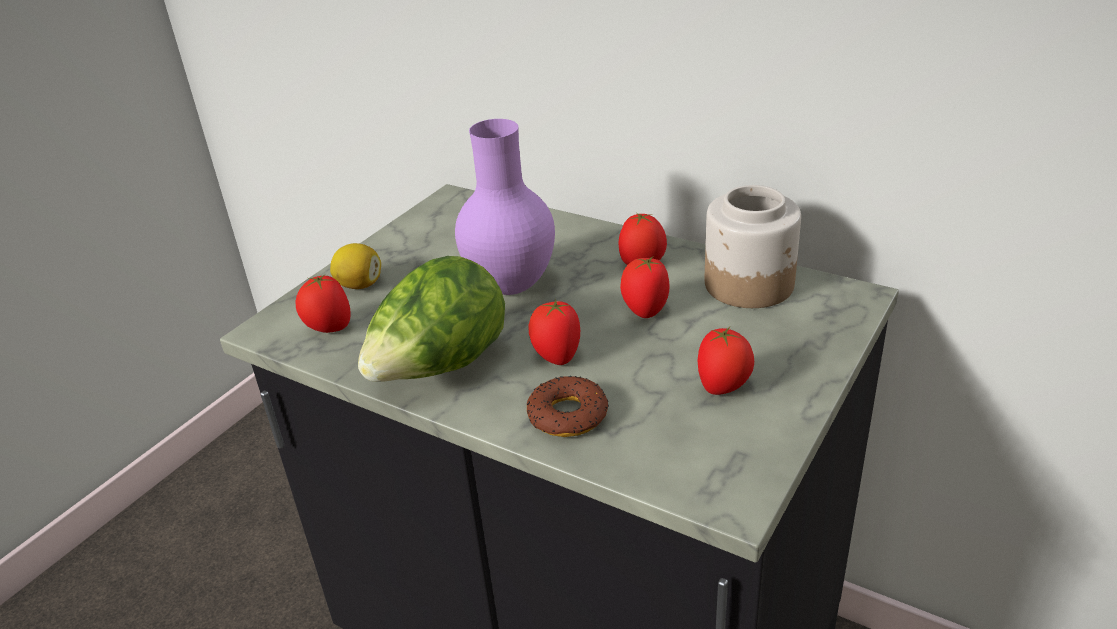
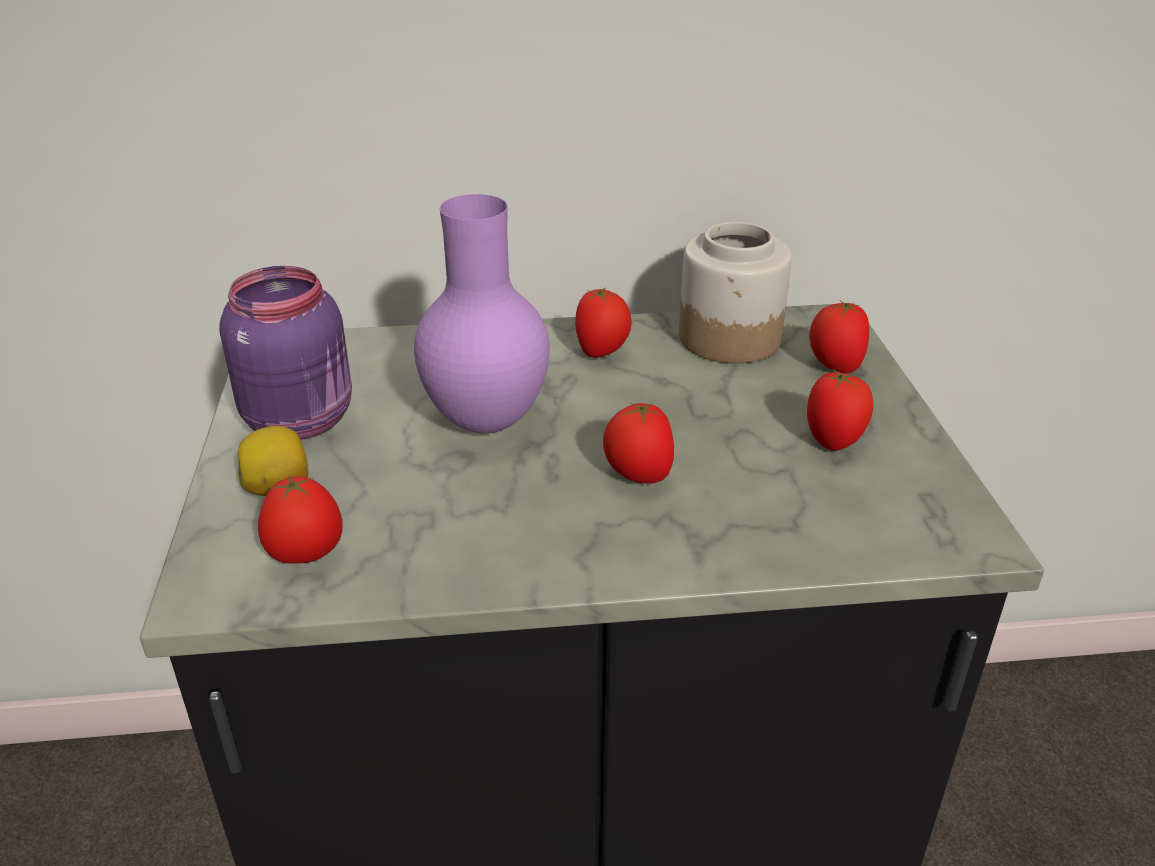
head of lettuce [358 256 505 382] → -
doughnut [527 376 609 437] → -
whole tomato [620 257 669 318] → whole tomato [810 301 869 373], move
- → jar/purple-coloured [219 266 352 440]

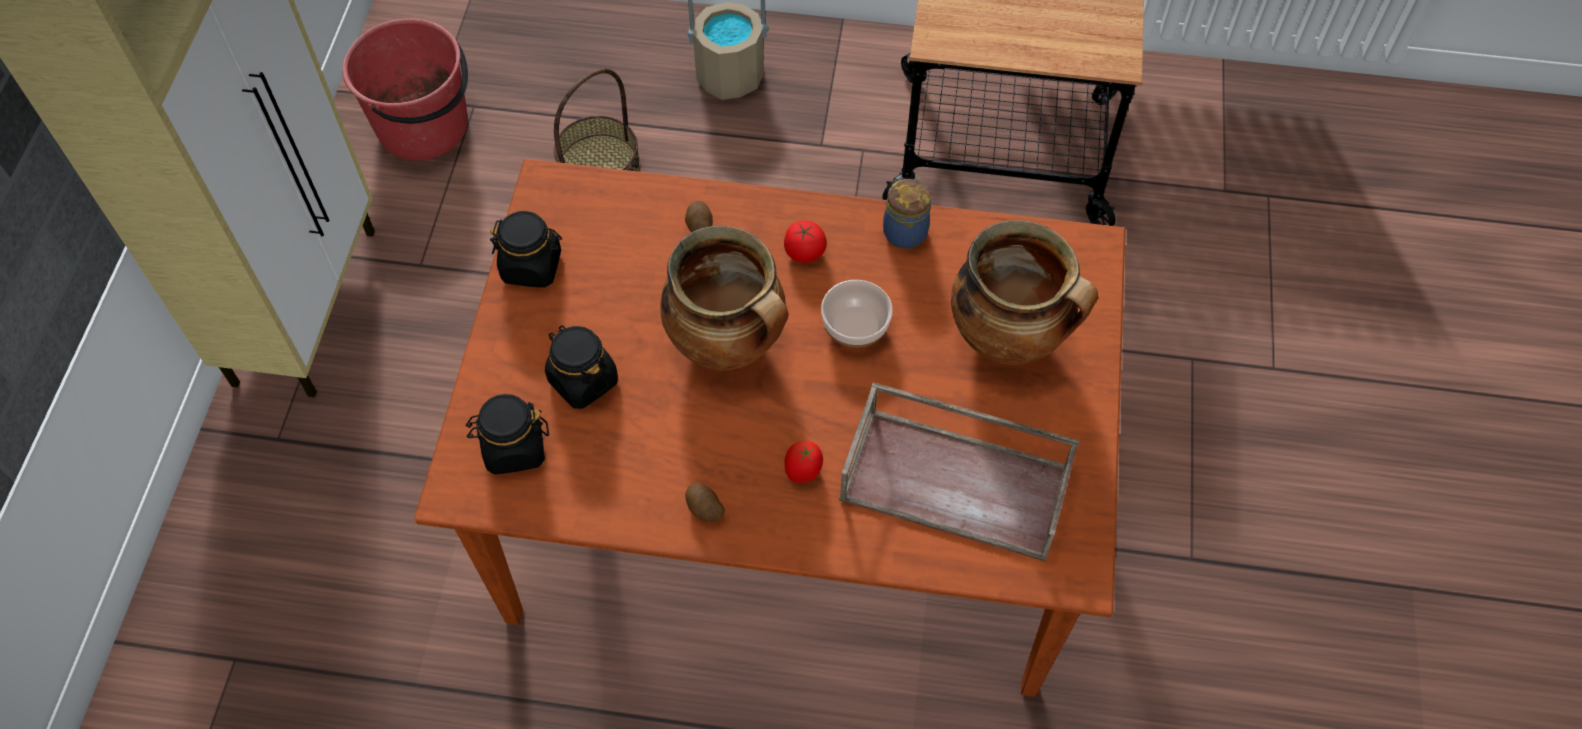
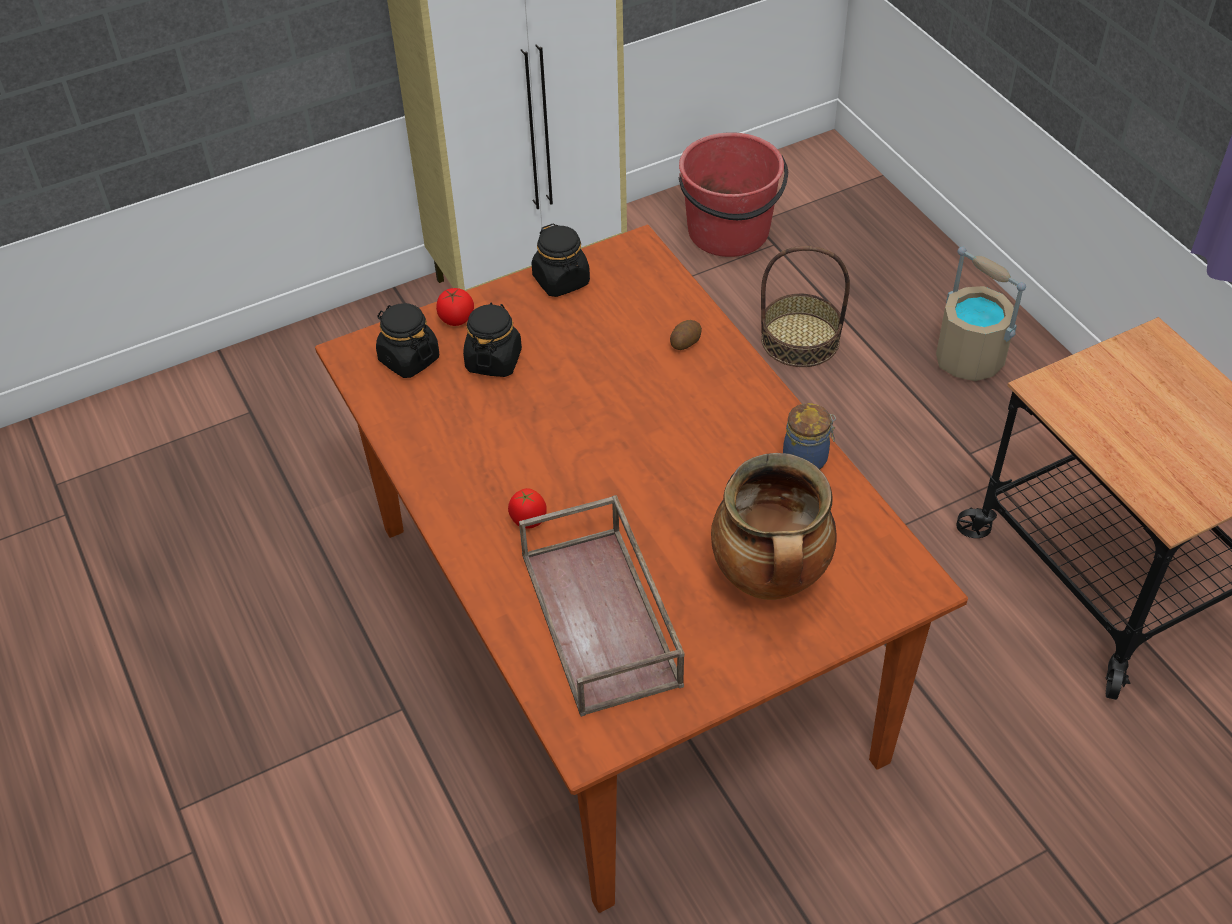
saucepot [660 226 789 370] → -
whole potato [685 483 725 522] → -
whole tomato [784 221 827 263] → whole tomato [436 288 474 326], move
bowl [821 280 893 348] → -

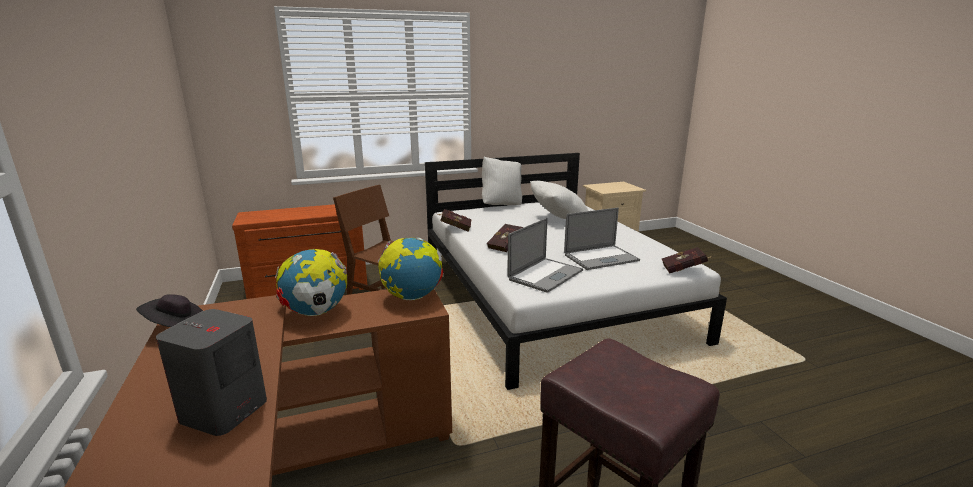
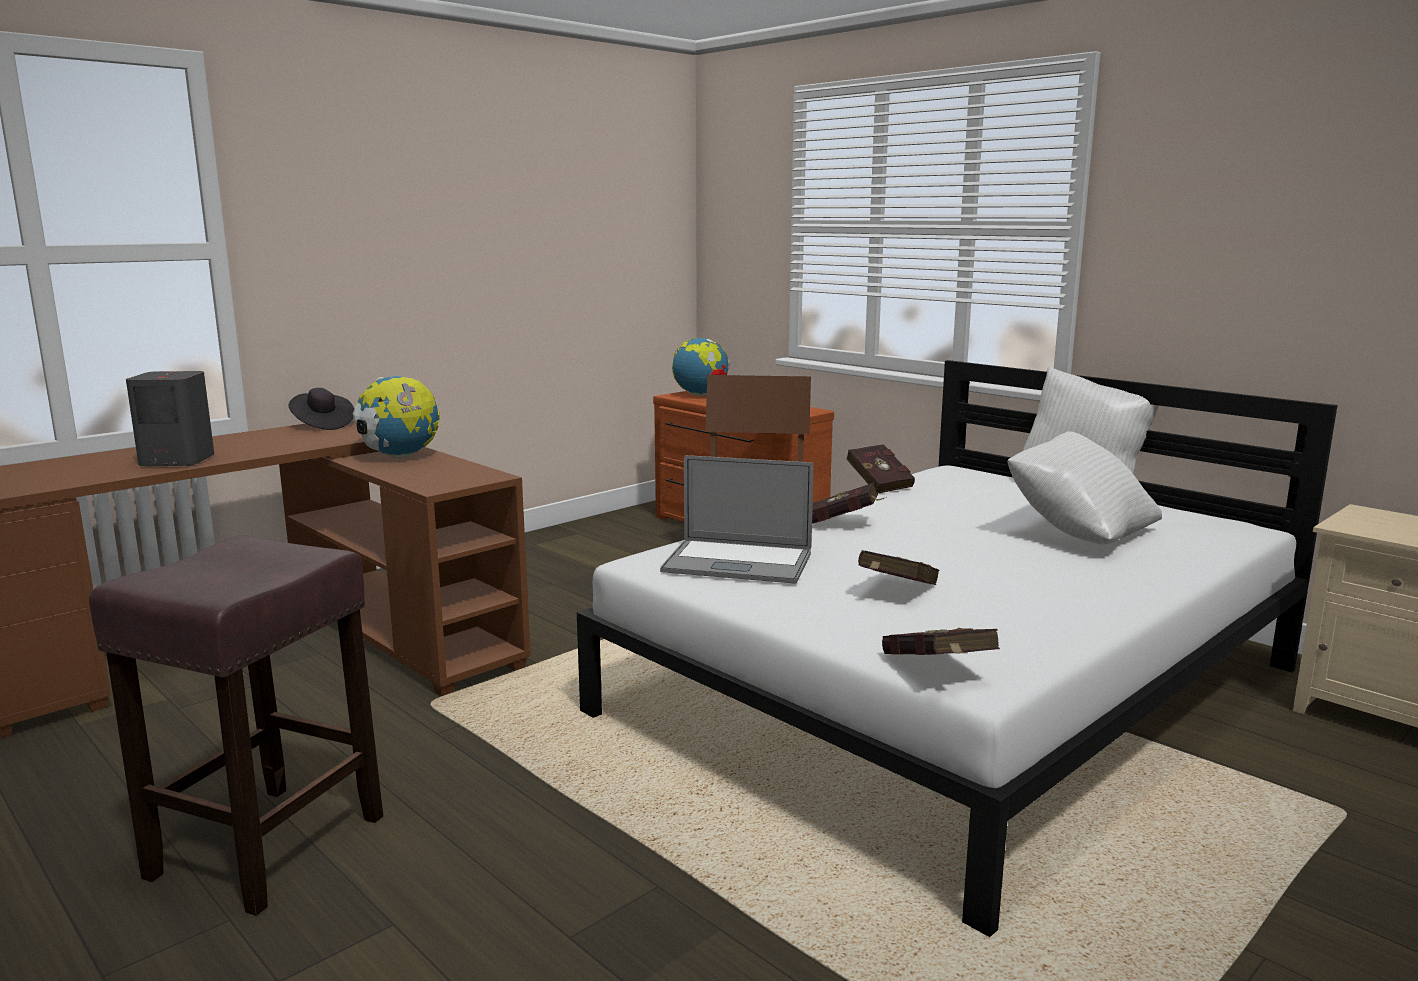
desk globe [378 238 444 300] → desk globe [672 337 730 396], move
portable computer [564 208 640 270] → book/red-coloured [858 550 939 585]

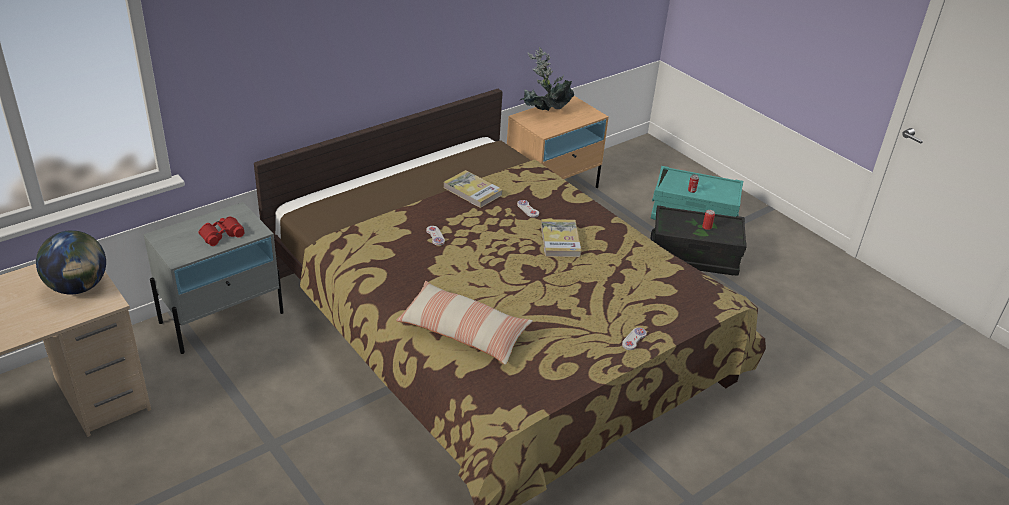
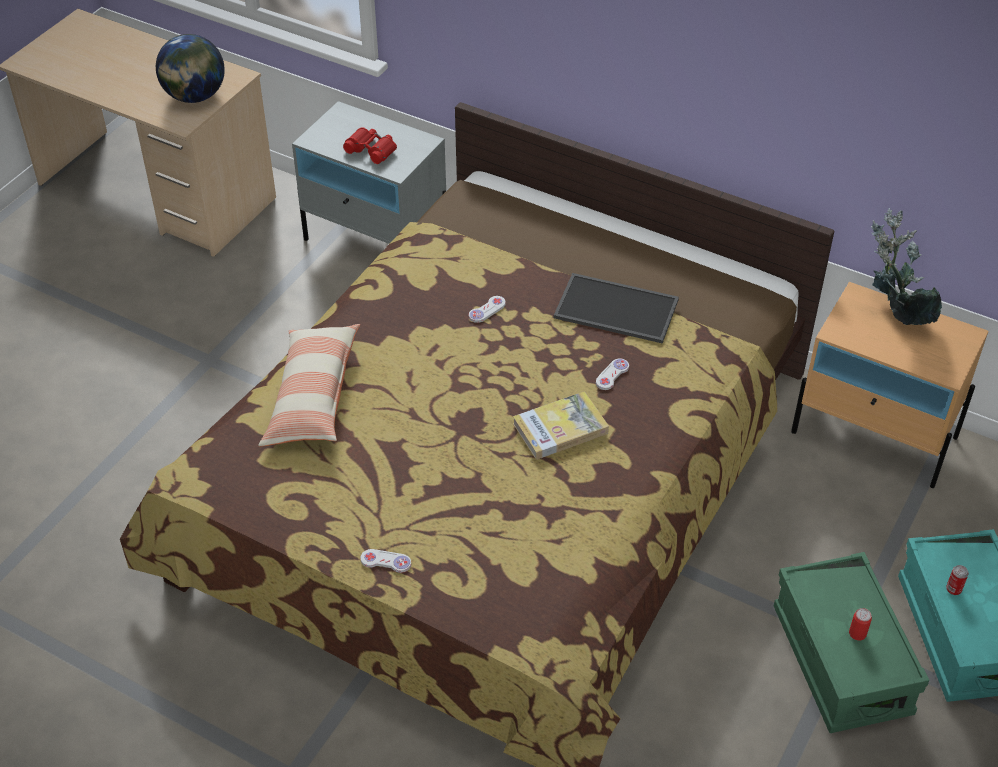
book [443 170 503 208] → serving tray [554 273 679 344]
storage bin/black-coloured [650 205 747 276] → storage bin/green-coloured [774 552 929 733]

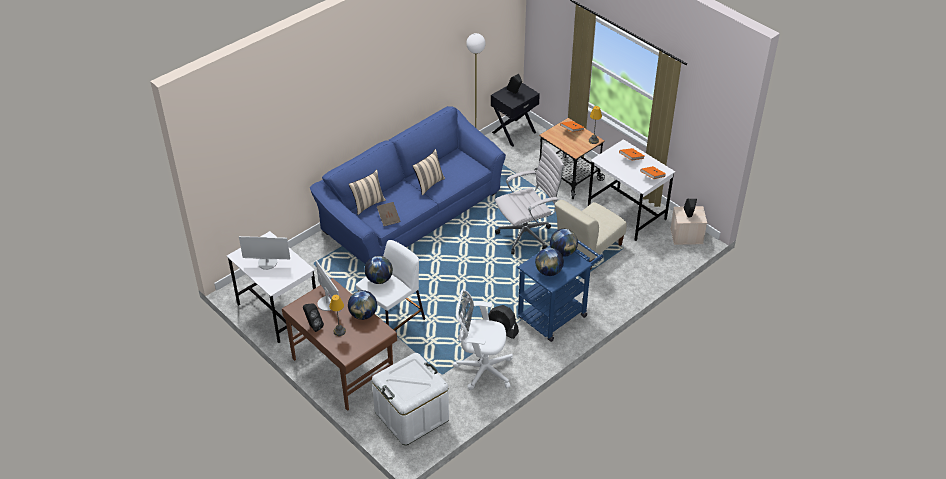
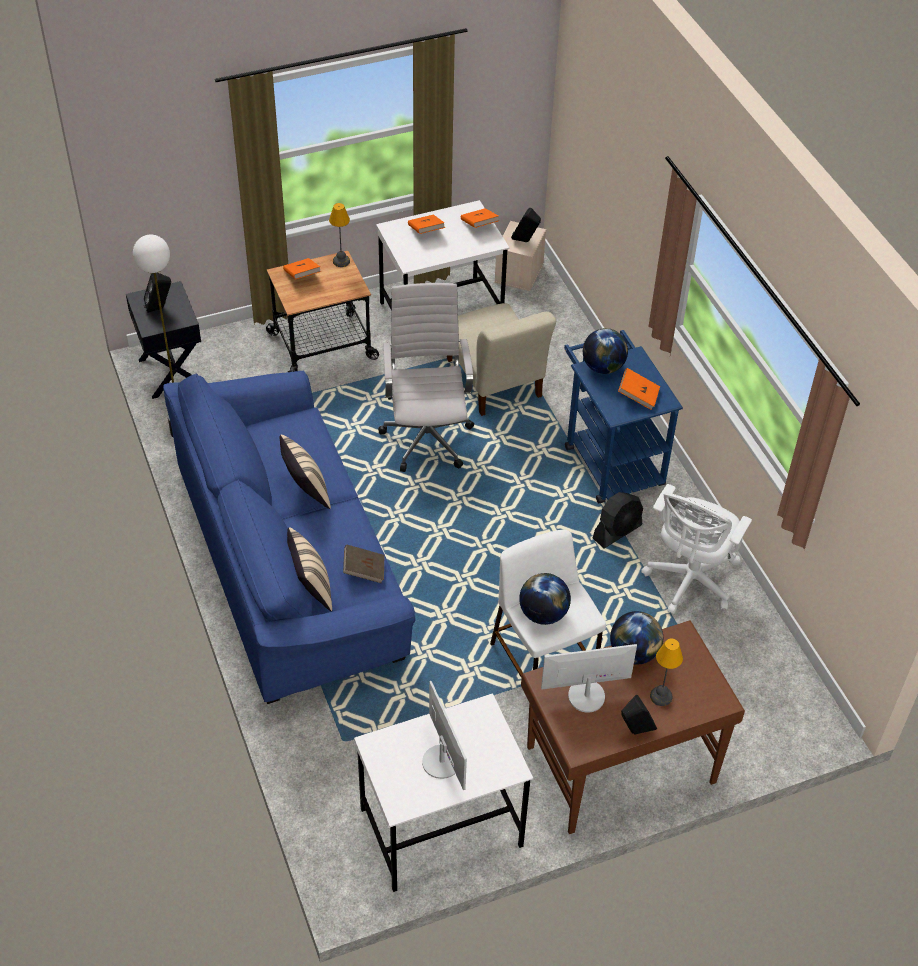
computer display [239 236 290 270] → computer display [422 681 467 790], 45 degrees counterclockwise
storage bin/whitish [372 353 449 445] → -
desk globe [535 248 564 276] → book/orangey [618 368 660 410]

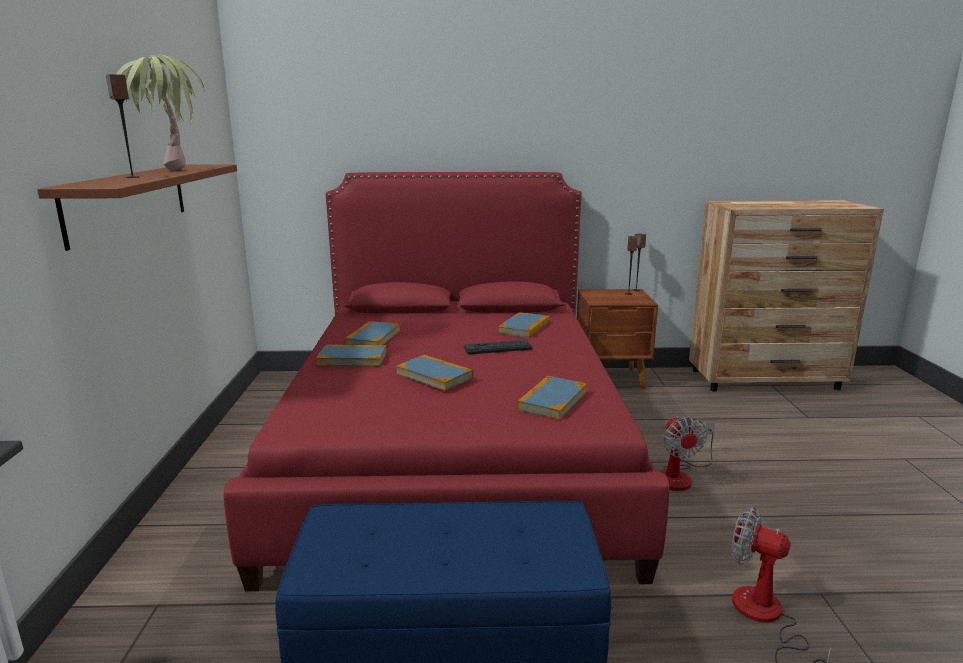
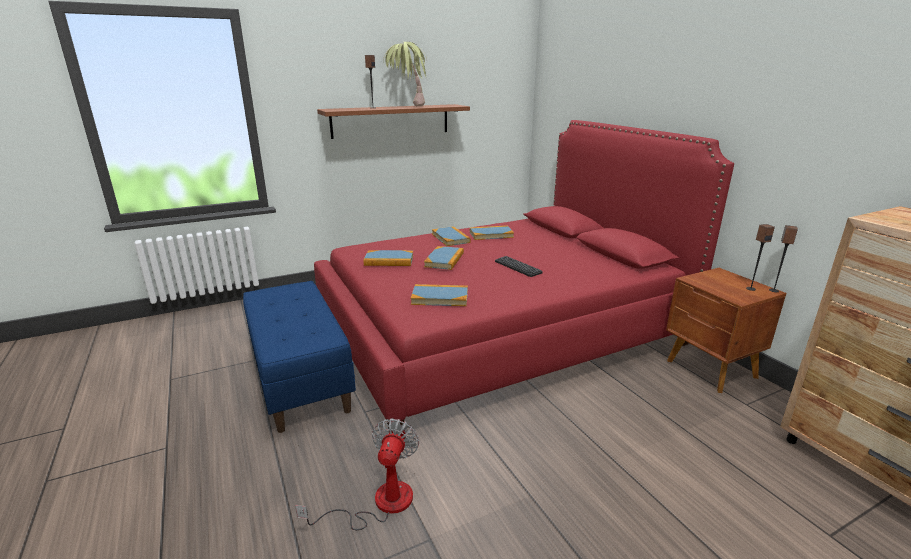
book [498 312 549 338] → book [363 250 413 266], move
cooling fan [660 416 715 491] → -

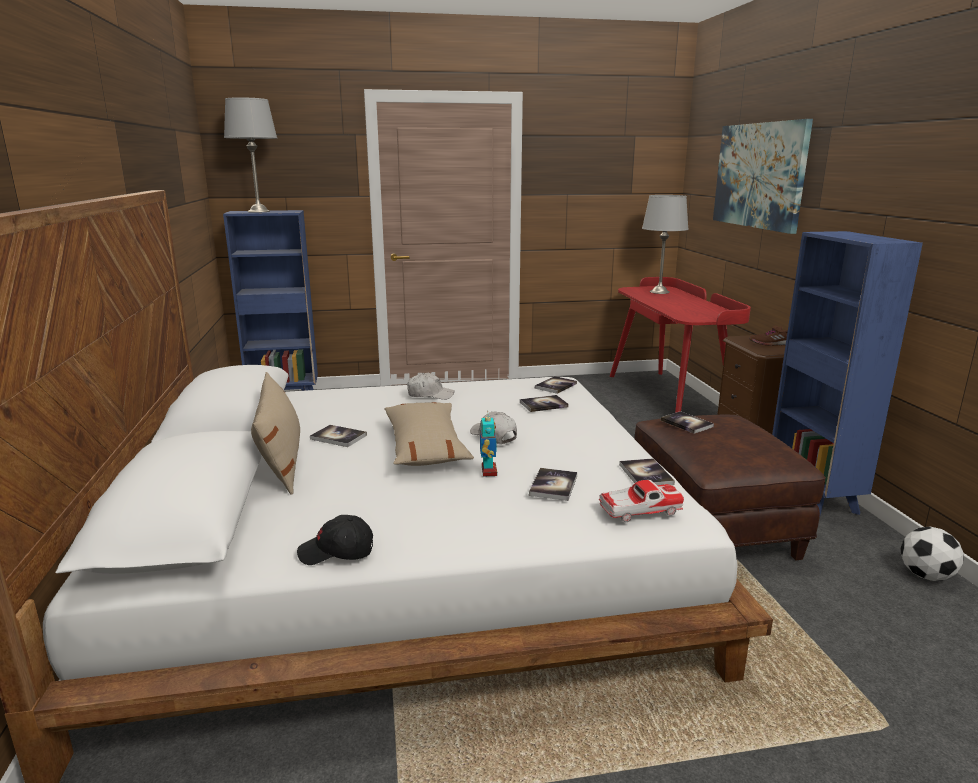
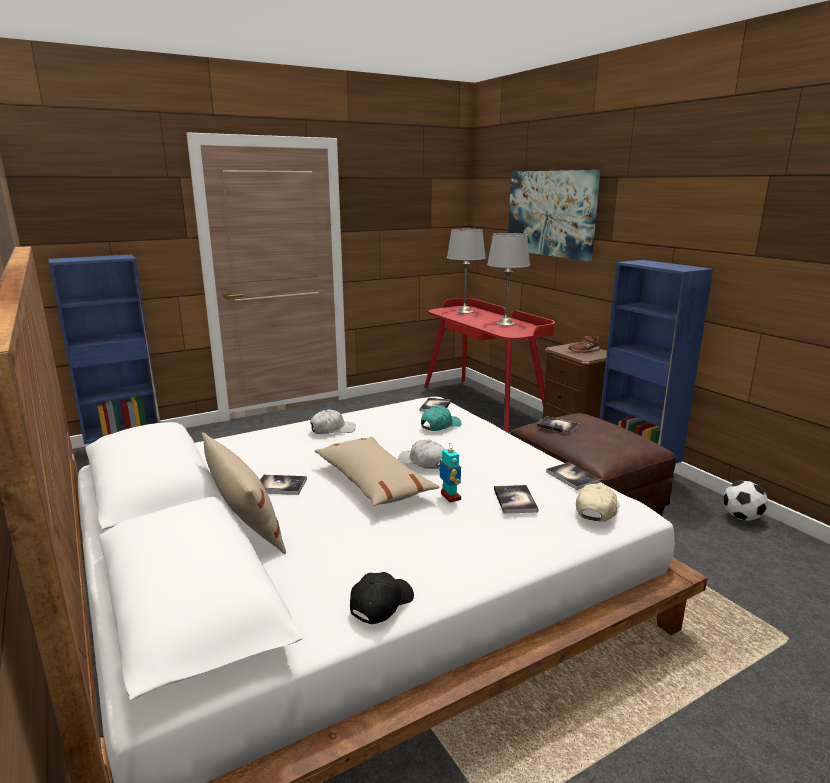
table lamp/grey [224 97 277 213] → table lamp/grey [487 233 530 326], move
peaked cap/black-coloured [297 515 373 565] → peaked cap/black-coloured [350 572 414 624], 150 degrees clockwise
book [520 395 569 412] → peaked cap/turquoise [421 406 462 431]
toy car [599 480 684 522] → peaked cap/sand-coloured [576 484 620 522]

